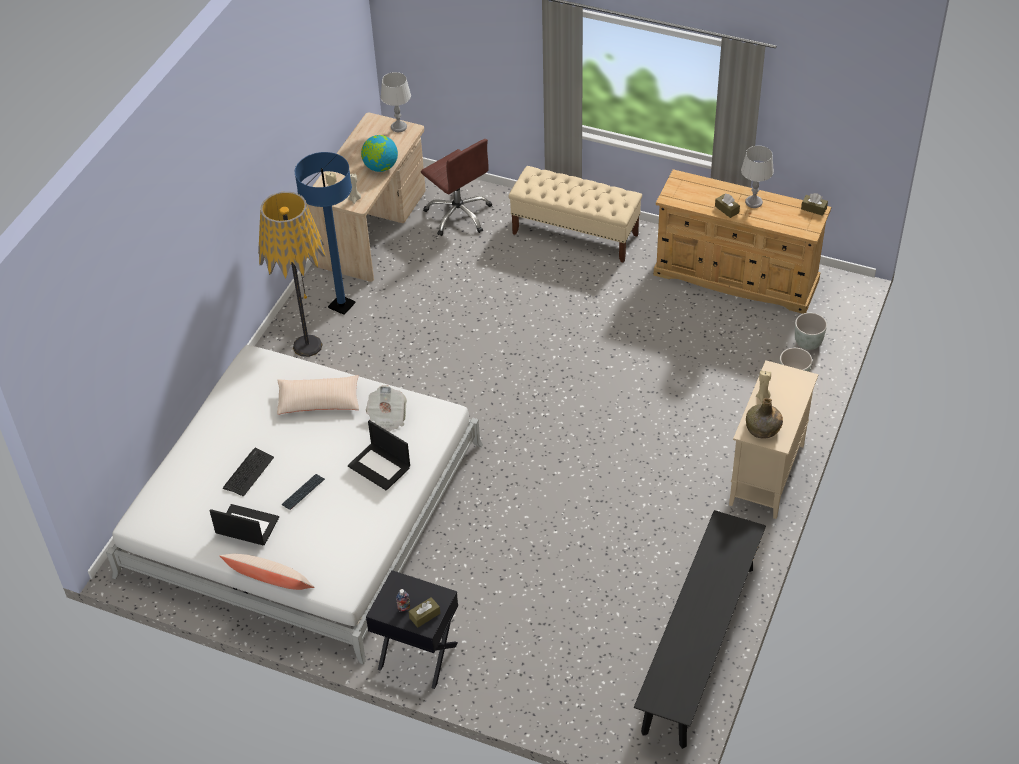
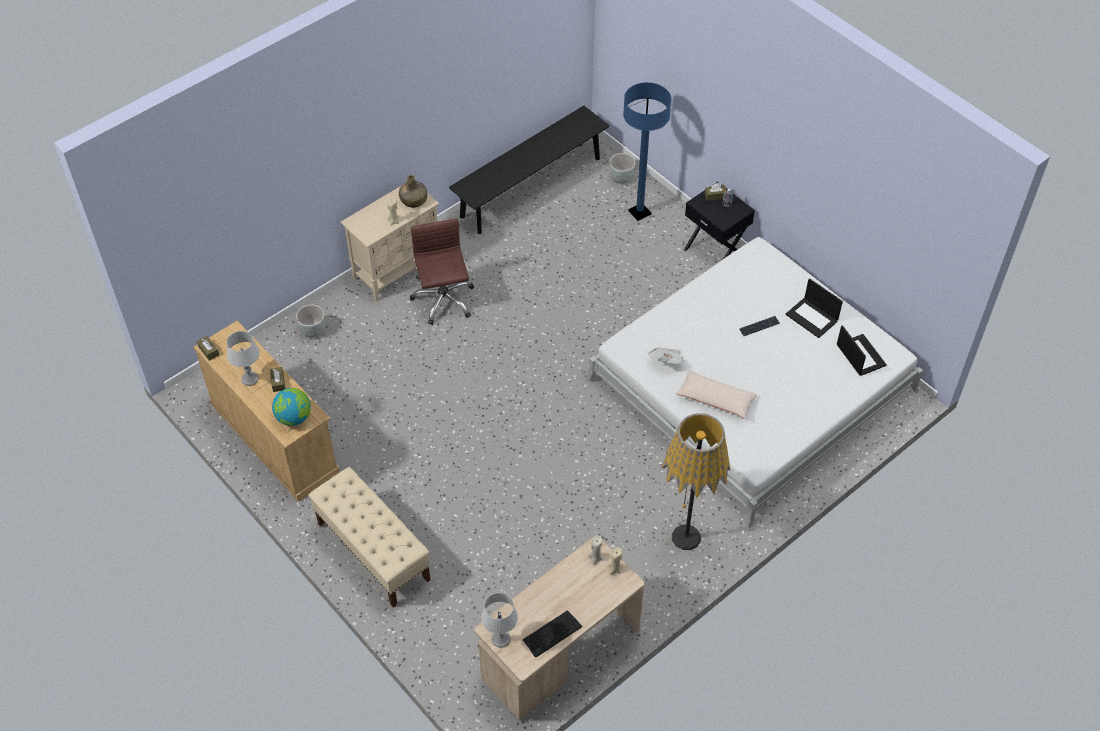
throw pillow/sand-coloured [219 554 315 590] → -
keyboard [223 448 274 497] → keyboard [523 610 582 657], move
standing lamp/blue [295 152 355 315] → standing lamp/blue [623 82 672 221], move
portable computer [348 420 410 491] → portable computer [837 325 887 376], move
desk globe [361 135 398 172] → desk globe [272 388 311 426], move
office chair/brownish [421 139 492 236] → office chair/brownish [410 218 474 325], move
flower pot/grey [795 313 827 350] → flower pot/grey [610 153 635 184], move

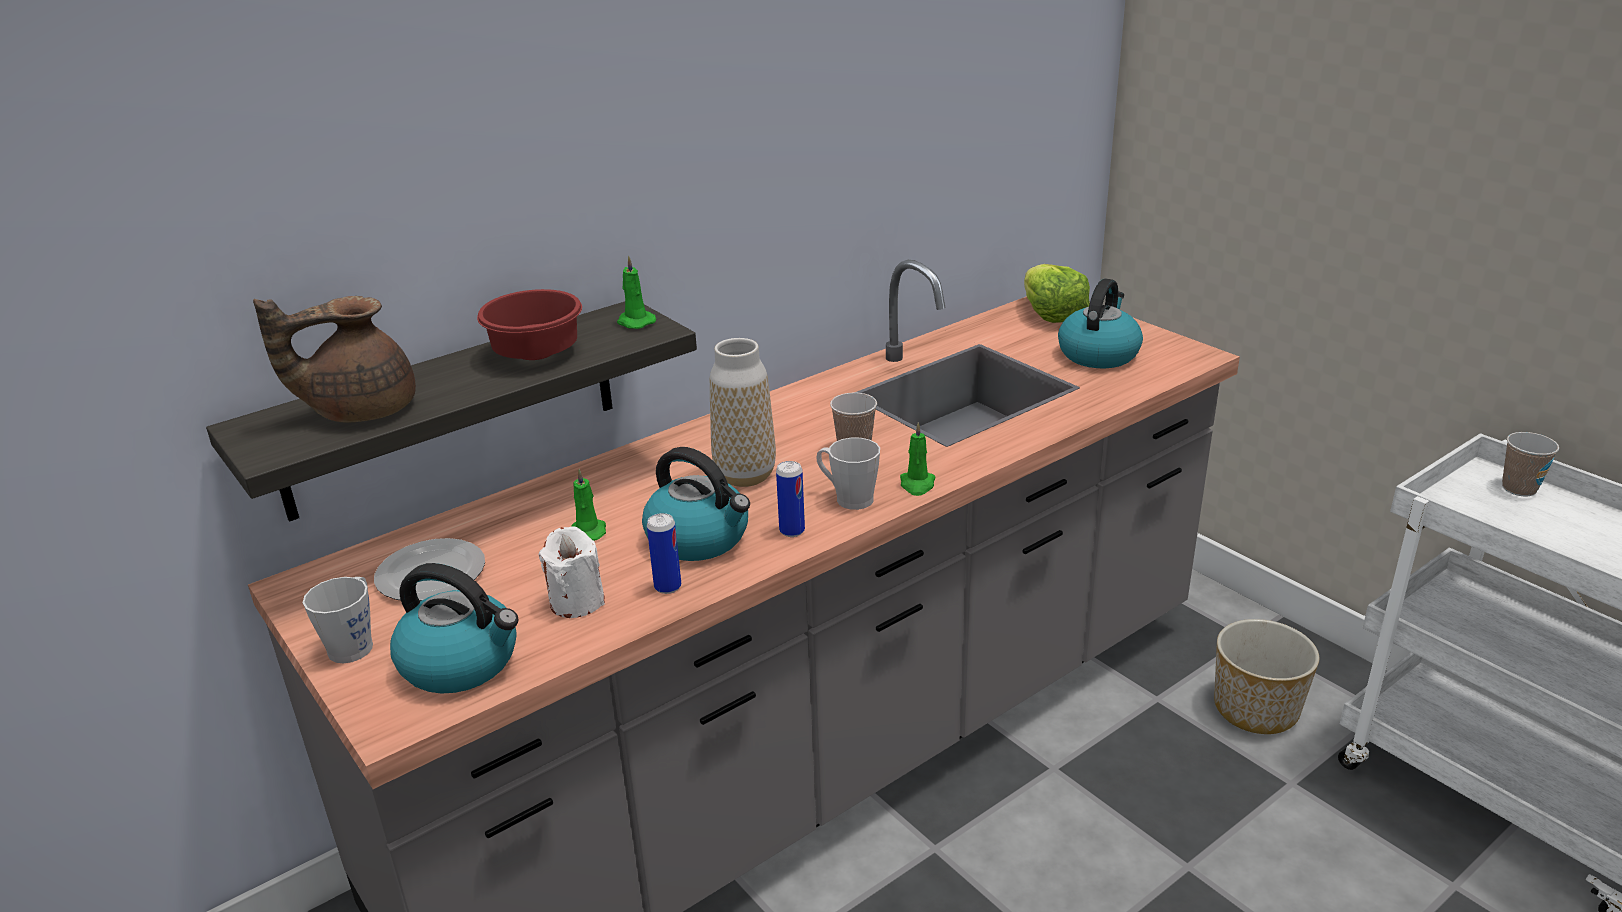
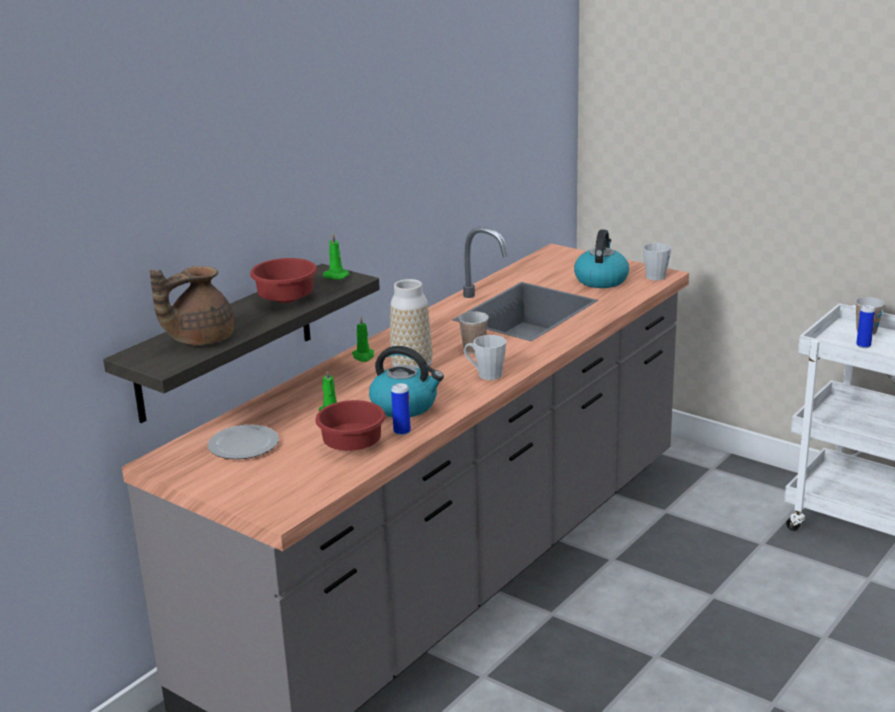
coffee mug/grey [303 577 373 664] → coffee mug/grey [643 243 671 280], move
water kettle [390 563 518 693] → -
wax light/whitish [539 526 605 618] → bowl/red-coloured [315 400 386 451]
can [776 461 805 537] → can [856 305 875 348], move
wax light/green-coloured [900 422 936 496] → wax light/green-coloured [352 316 374 362], move
head of lettuce [1024 264 1090 323] → -
flower pot [1214 619 1319 734] → -

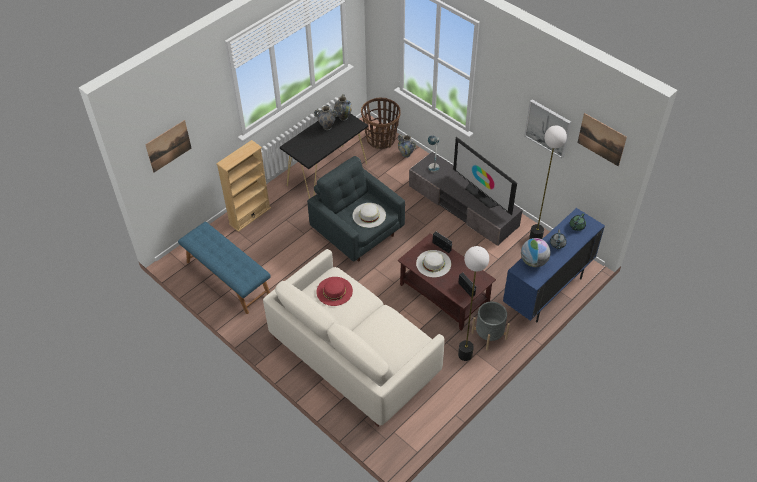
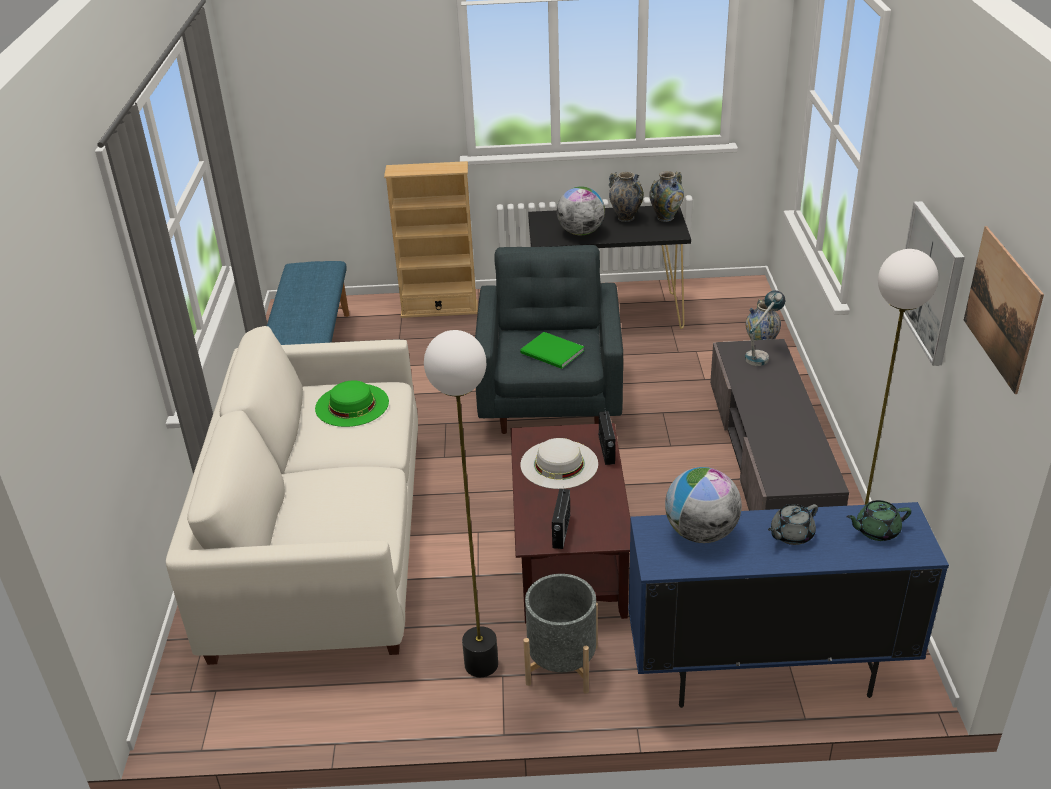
wall picture [145 120 191 173] → -
clothing hat/red-coloured [316 277 353 306] → clothing hat/green-coloured [315 380 389 427]
clothing hat/whitish [353 203 386 228] → book/green-coloured [520 332 584 369]
basket [361 98 401 149] → -
TV [453 137 517 215] → -
- → desk globe [557 187 605 235]

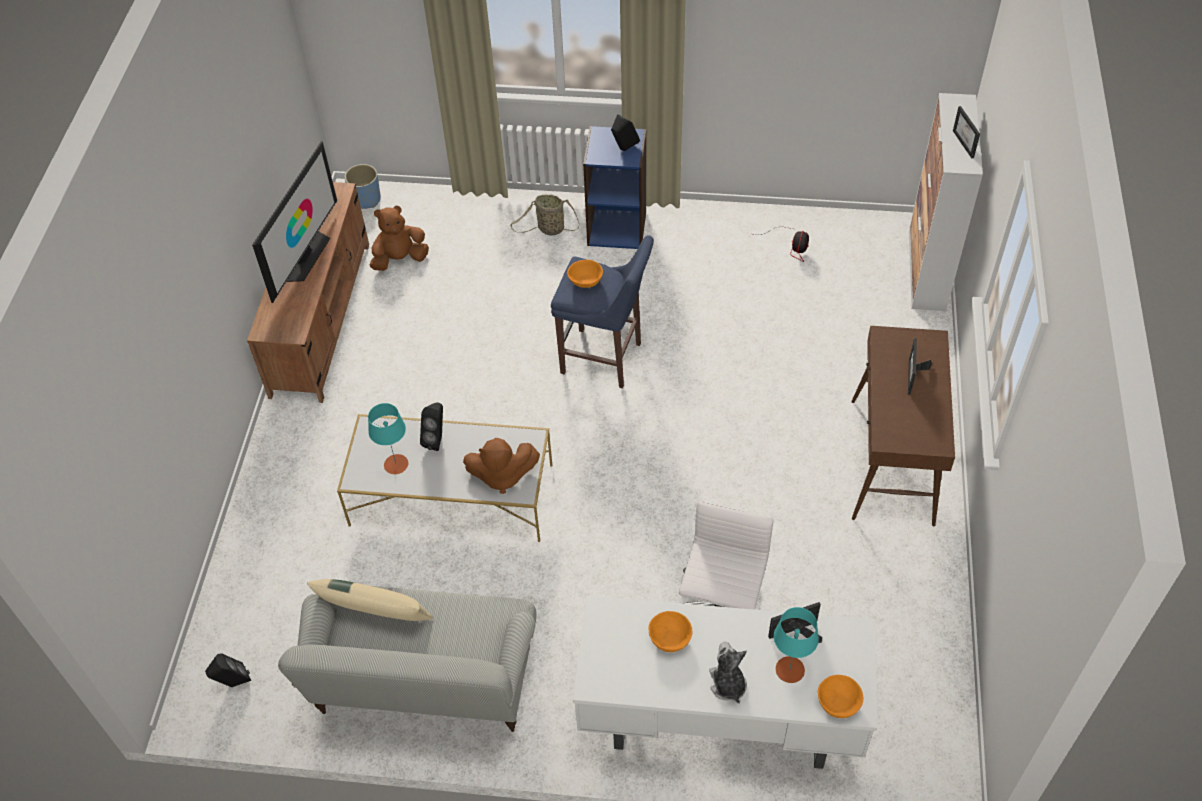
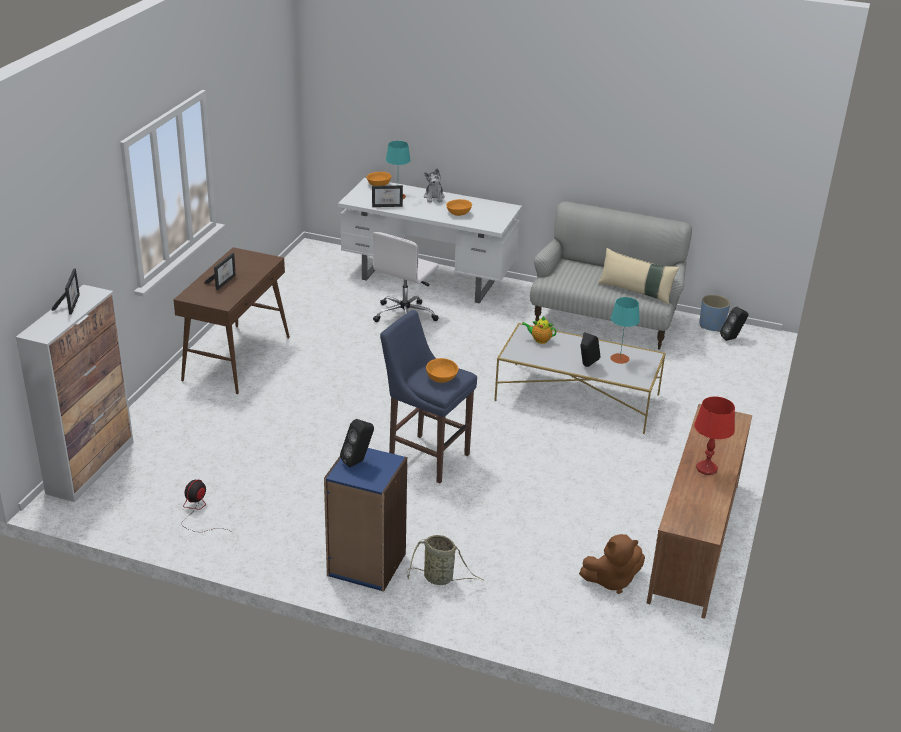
TV [252 141 337 303] → table lamp/red-coloured [694 396 735 475]
flower pot/blue [344 164 381 209] → flower pot/blue [699 295 730 332], move
soft toy/brownish [463 438 540 494] → teapot [522 316 557 344]

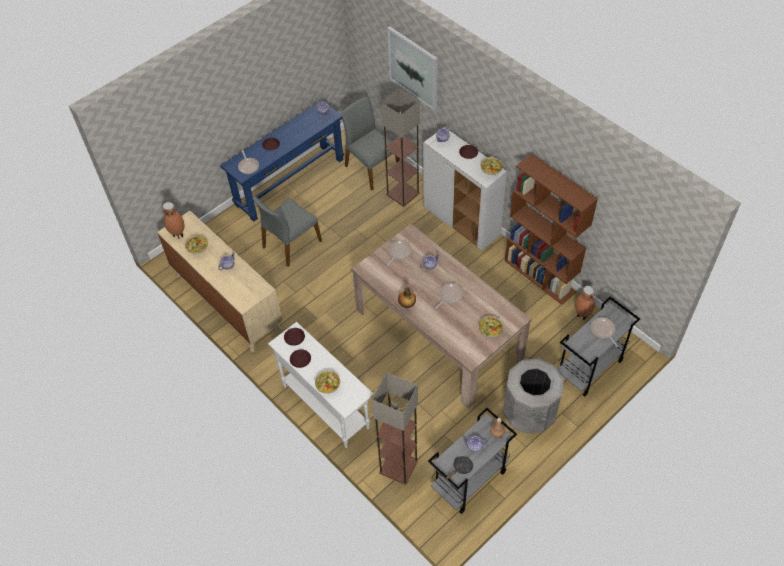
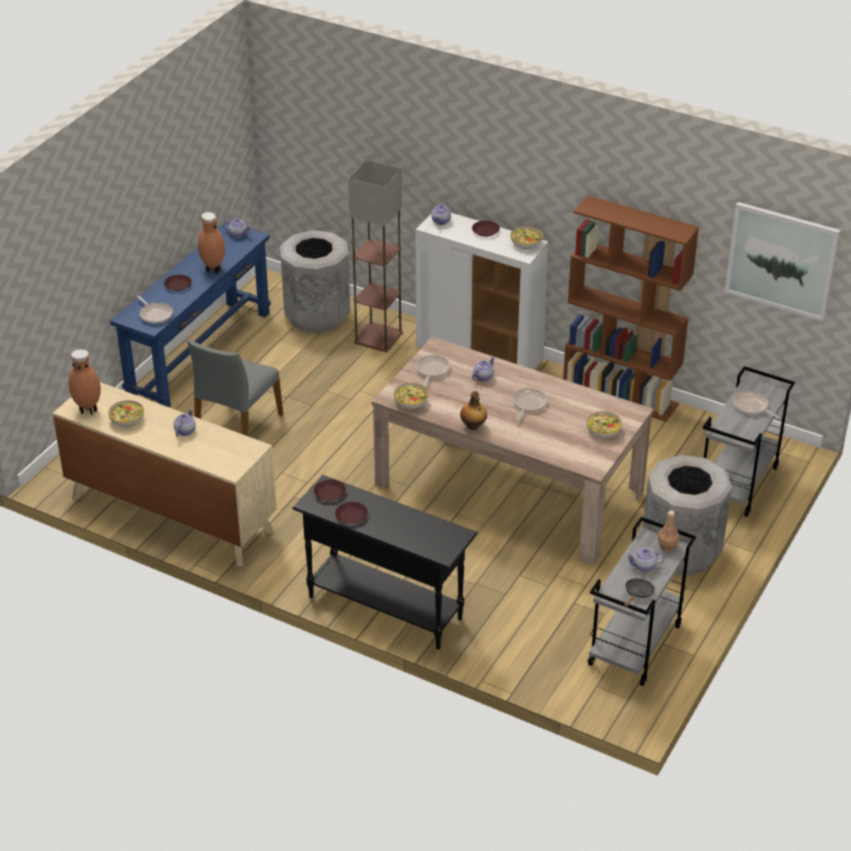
hall table/whitish [268 322 374 448] → hall table/black-coloured [292 475 478 649]
bowl [315 371 340 394] → bowl [394 383 428 409], move
upright chair/grey [341 97 400 190] → rubbish bin/grey [280 230 350 333]
standing lamp [372 373 418 485] → -
wall picture [387 26 438 111] → wall picture [725 202 841 322], move
vase/brownish [575 286 595 320] → vase/brownish [198 212 225 274], move

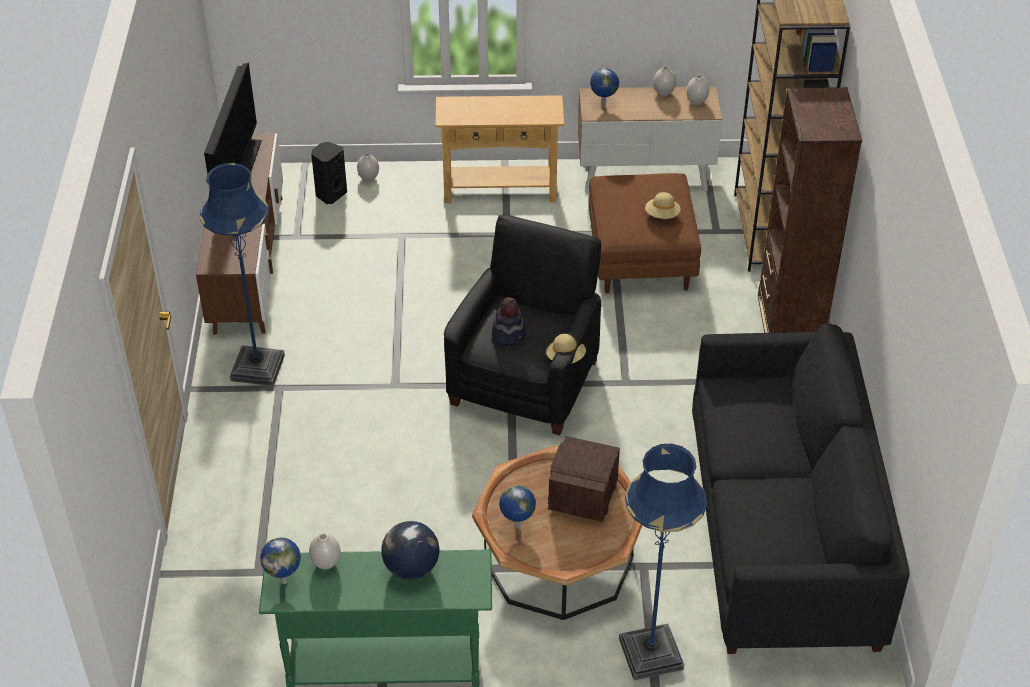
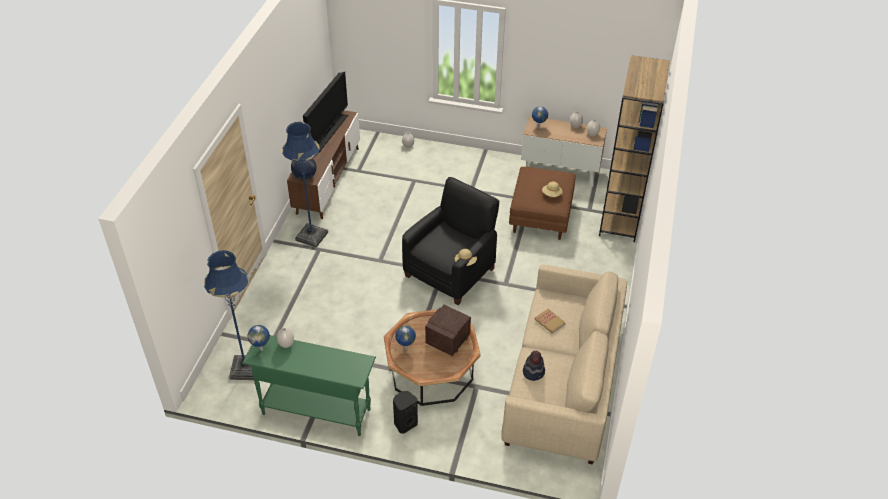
audio speaker/black-coloured [311 142 347 204] → audio speaker/black-coloured [393 391 418 434], move
desk globe [381 521 439 580] → desk globe [291 158 317 180], move
hall table/sand-coloured [435 95 564 204] → -
clothing hat [492 297 526 346] → clothing hat [523 351 545 381], move
standing lamp/blue [619 444 707 680] → standing lamp/blue [204 250 254 380], move
sofa/black-coloured [692 324 910 654] → sofa/sand-coloured [501 265 627 465]
bookcase/brownish [758 87 862 333] → -
- → book [535 309 566 334]

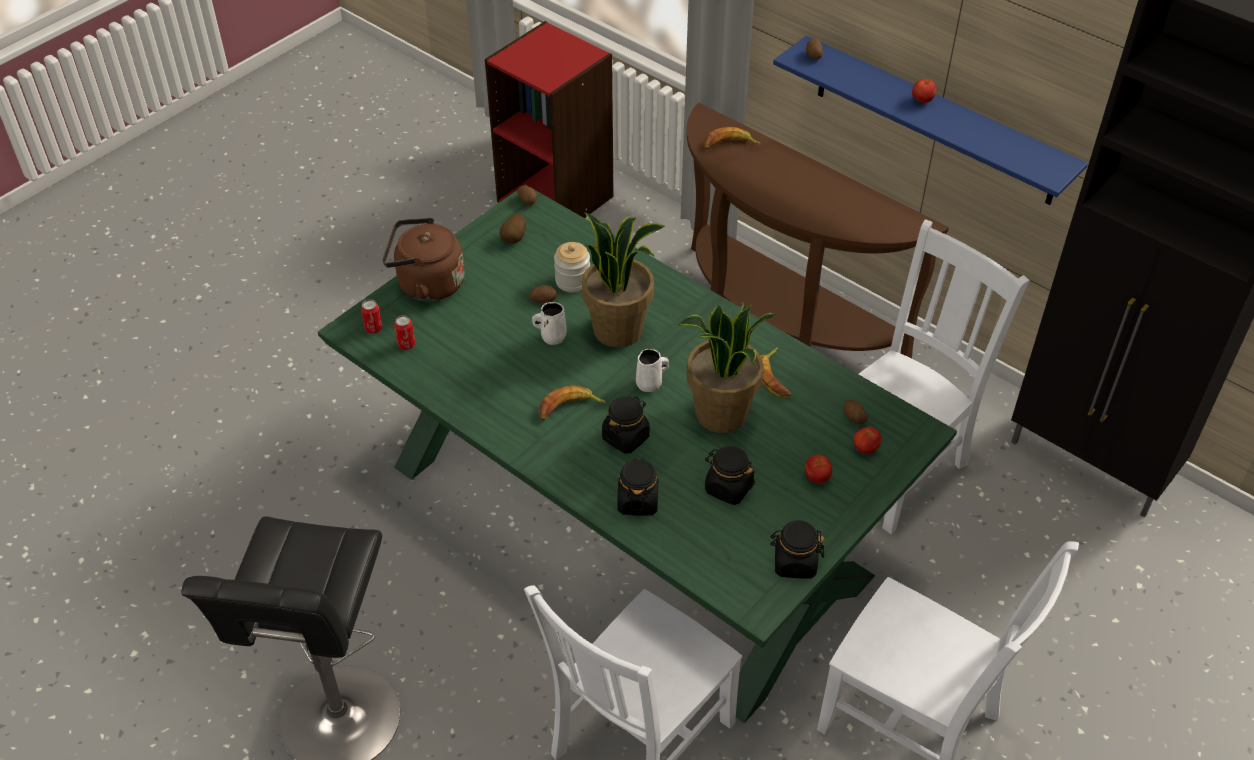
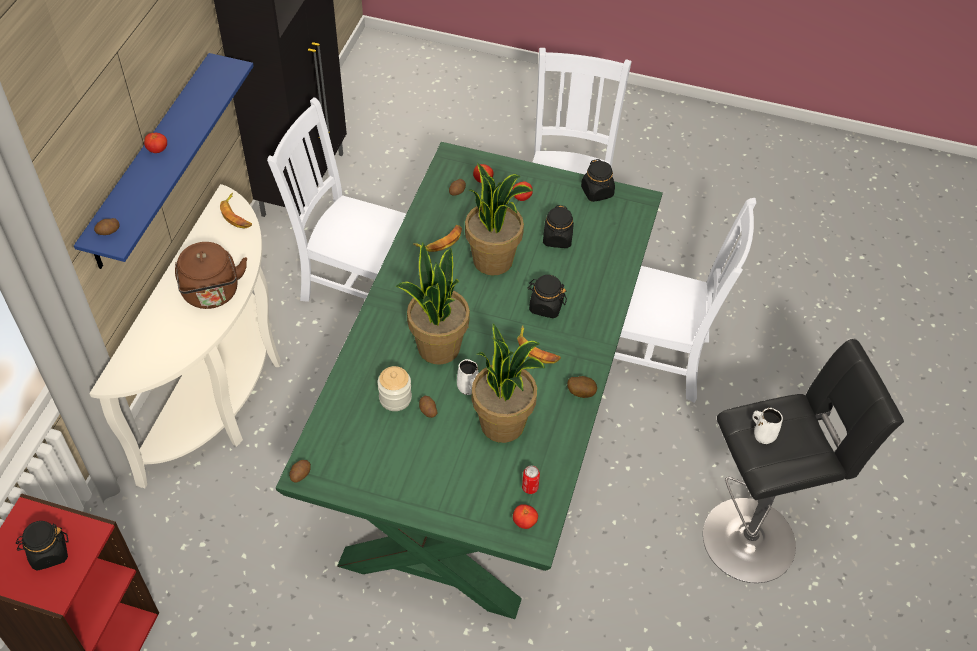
can [361 299 382 334] → whole tomato [513 504 538 529]
water kettle/brownish [383 218 465 302] → water kettle/brownish [175 242 247 309], move
whole potato [500 214 526 244] → whole potato [567 376 597 398], move
jar/black-coloured [617 457 658 516] → jar/black-coloured [16 521 69 571], move
coffee mug/whitish [636 349 669 392] → coffee mug/whitish [752 408 783 444], move
hall table/brownish [686 103 949 358] → hall table/whitish [89 184 281 488]
banana [704 127 760 149] → banana [220 193 252 229], move
- → potted plant [472 323 545 443]

